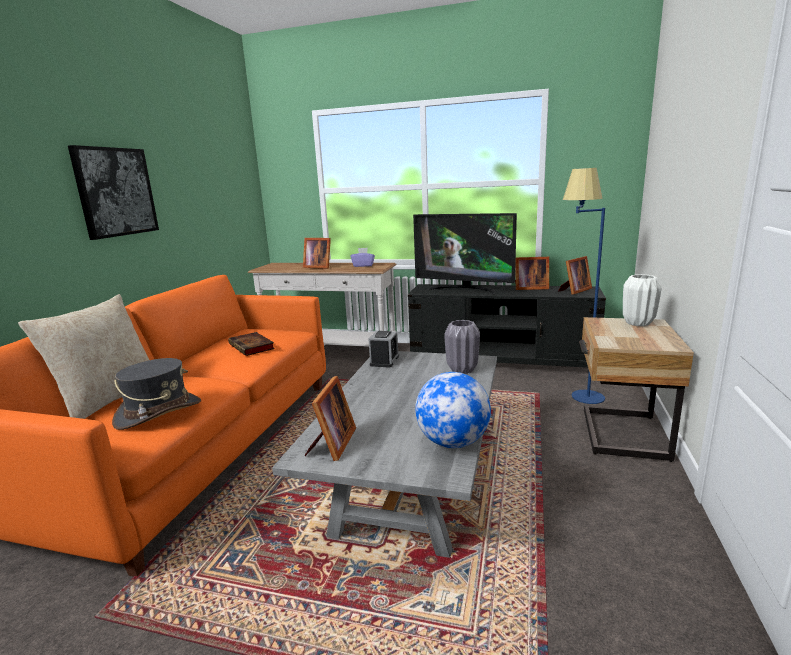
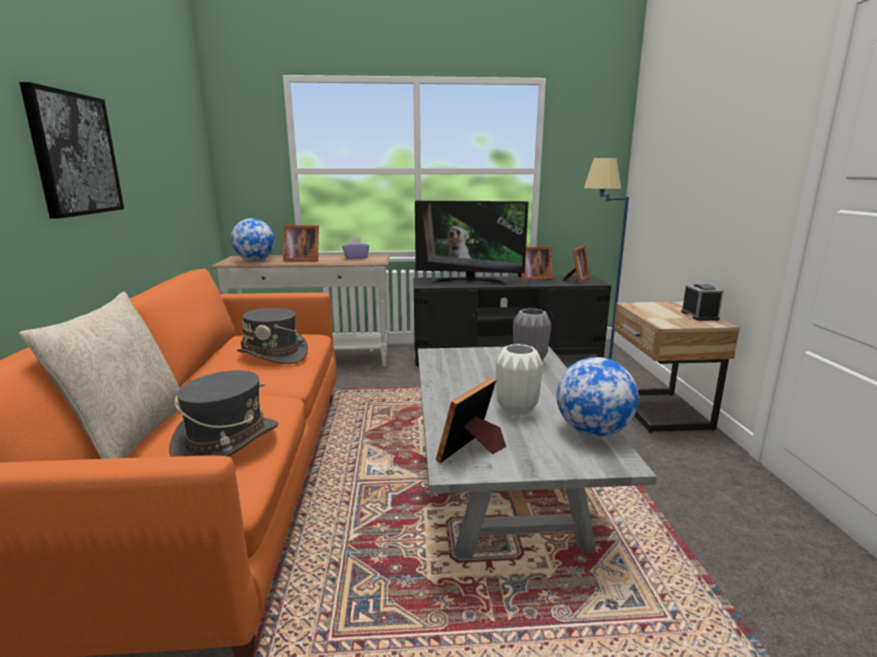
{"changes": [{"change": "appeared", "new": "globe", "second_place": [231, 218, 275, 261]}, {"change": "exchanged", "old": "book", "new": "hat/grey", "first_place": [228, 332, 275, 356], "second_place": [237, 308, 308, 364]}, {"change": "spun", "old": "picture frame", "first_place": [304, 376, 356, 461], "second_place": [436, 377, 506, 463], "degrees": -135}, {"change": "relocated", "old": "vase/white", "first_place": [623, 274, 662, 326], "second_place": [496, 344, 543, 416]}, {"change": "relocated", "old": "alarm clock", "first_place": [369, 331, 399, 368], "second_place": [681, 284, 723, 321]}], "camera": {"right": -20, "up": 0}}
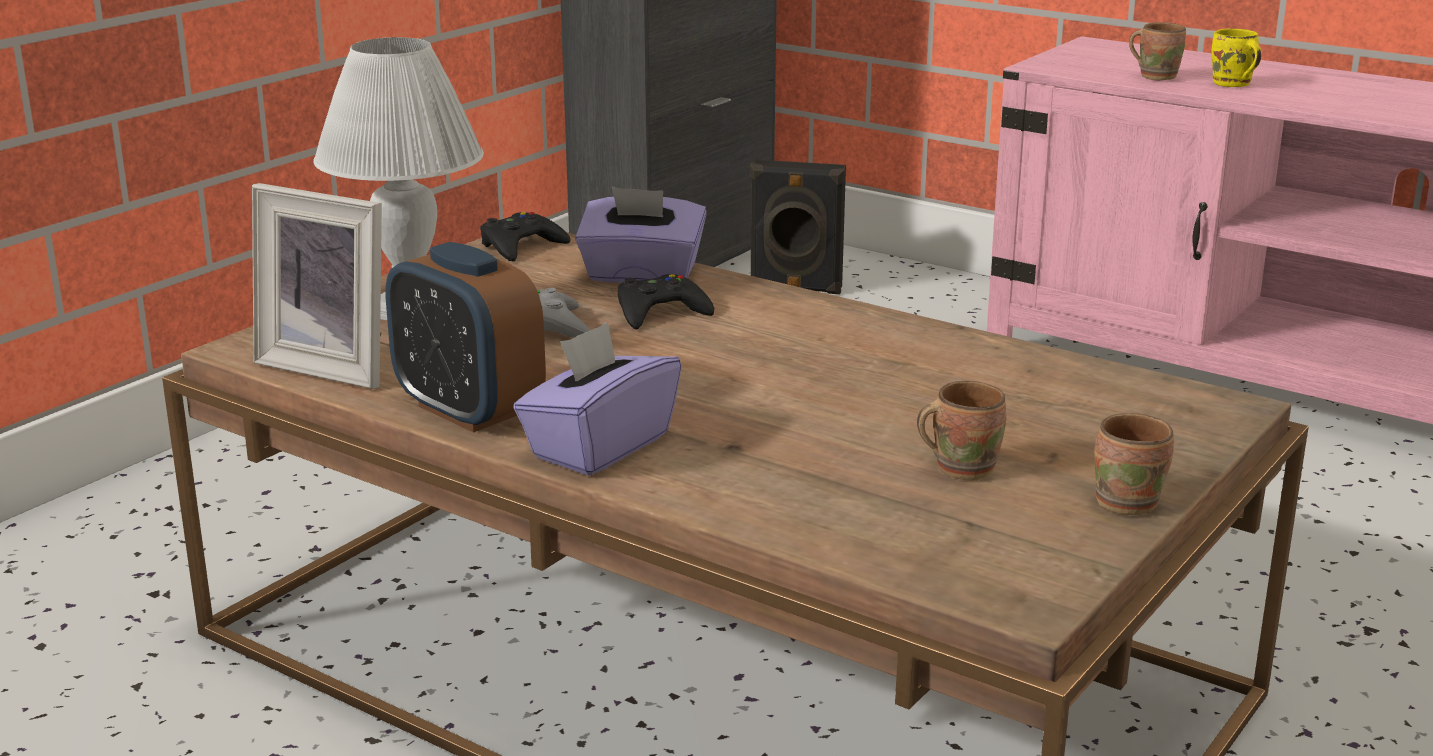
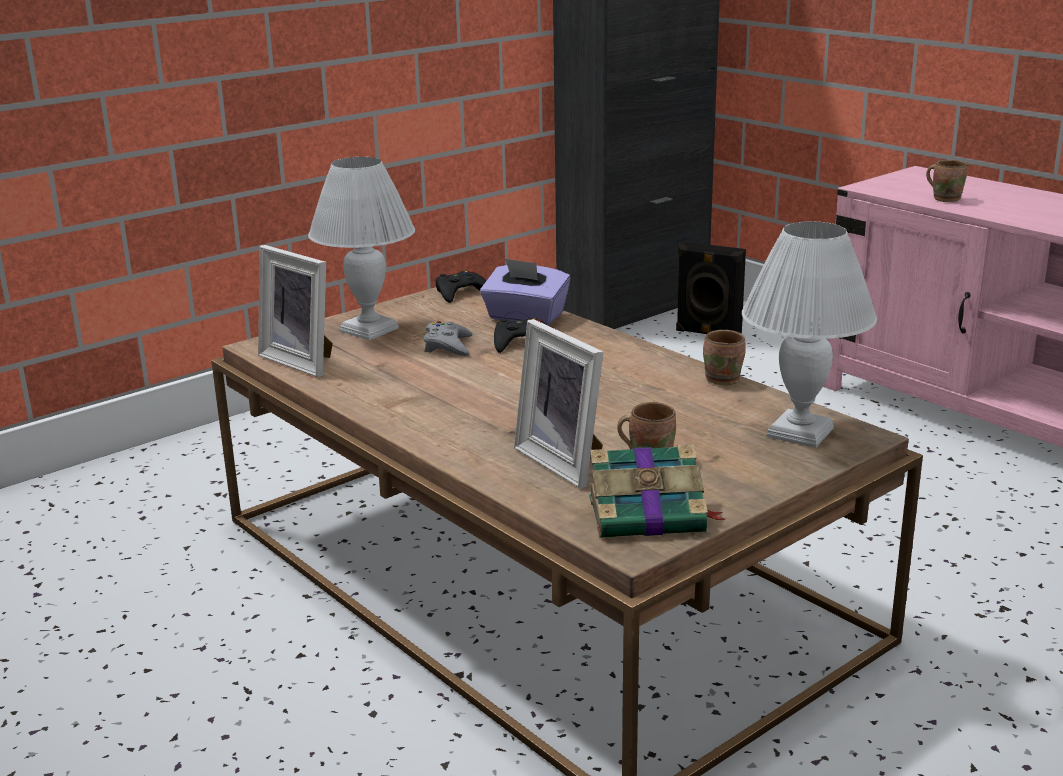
{"changes": [{"change": "appeared", "new": "picture frame", "second_place": [514, 319, 604, 488]}, {"change": "appeared", "new": "book", "second_place": [589, 444, 725, 538]}, {"change": "relocated", "old": "mug/brown", "first_place": [1094, 413, 1174, 515], "second_place": [703, 330, 746, 385]}, {"change": "appeared", "new": "table lamp/white", "second_place": [742, 221, 877, 448]}, {"change": "missing", "old": "alarm clock", "first_place": [385, 242, 546, 433]}, {"change": "missing", "old": "tissue box/purple", "first_place": [513, 322, 682, 476]}, {"change": "missing", "old": "mug/yellow", "first_place": [1212, 29, 1262, 87]}], "camera": {"right": 15, "up": 0}}
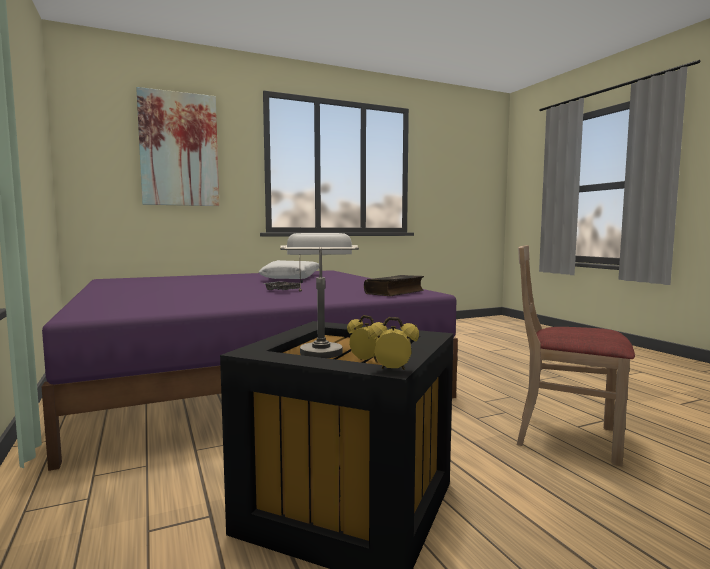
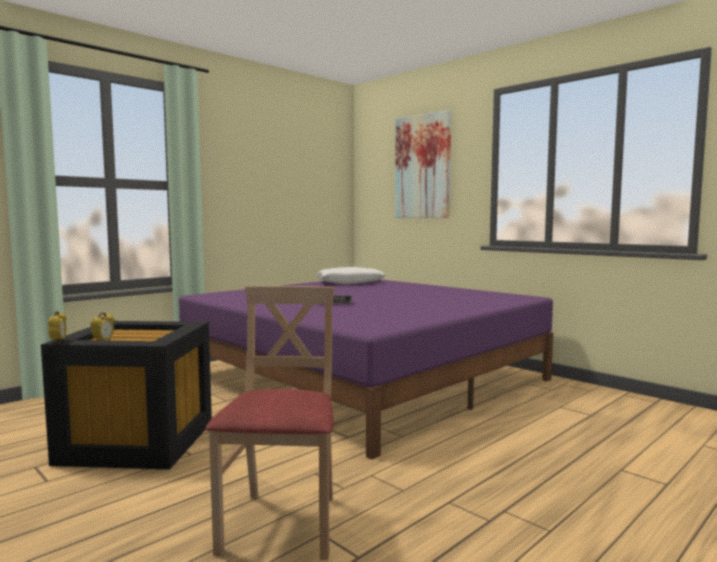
{"changes": [{"change": "relocated", "old": "pillow/white", "first_place": [259, 260, 319, 279], "second_place": [317, 267, 385, 284]}, {"change": "missing", "old": "table lamp/grey", "first_place": [281, 233, 359, 358]}, {"change": "missing", "old": "book", "first_place": [364, 275, 424, 296]}], "camera": {"right": 70, "up": 0}}
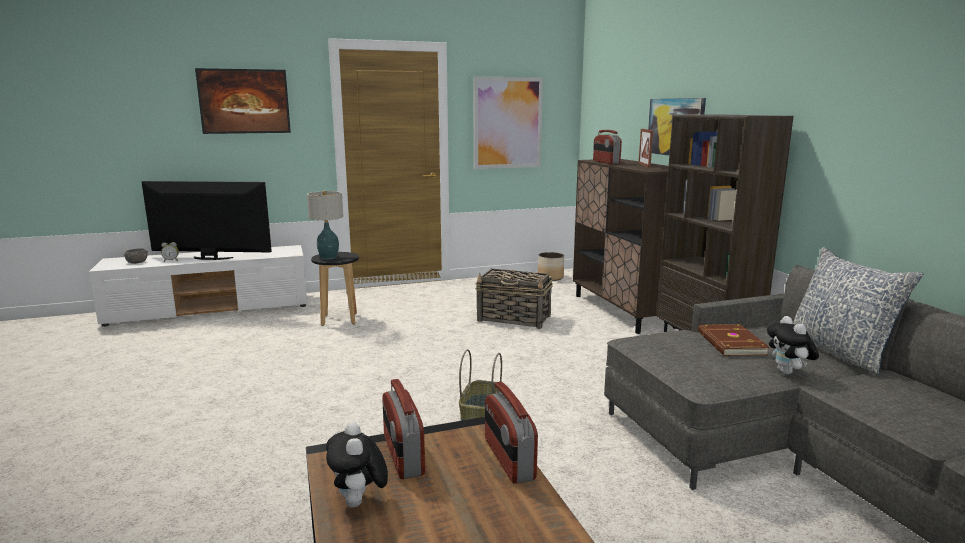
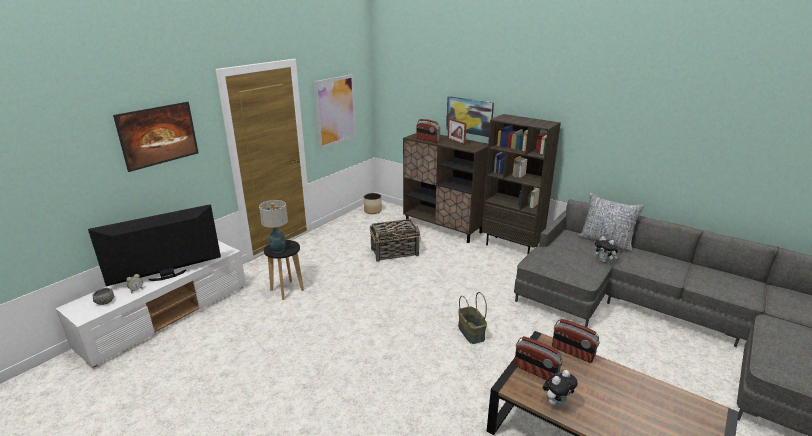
{"changes": [{"change": "spun", "old": "plush toy", "first_place": [326, 422, 388, 508], "second_place": [543, 370, 578, 407], "degrees": -75}, {"change": "missing", "old": "book/brown", "first_place": [698, 324, 770, 356]}], "camera": {"right": -35, "up": 10}}
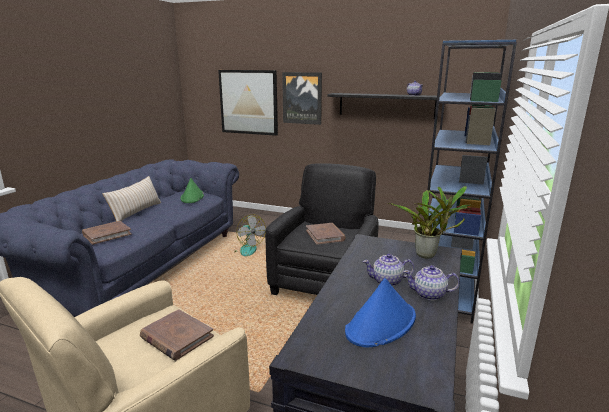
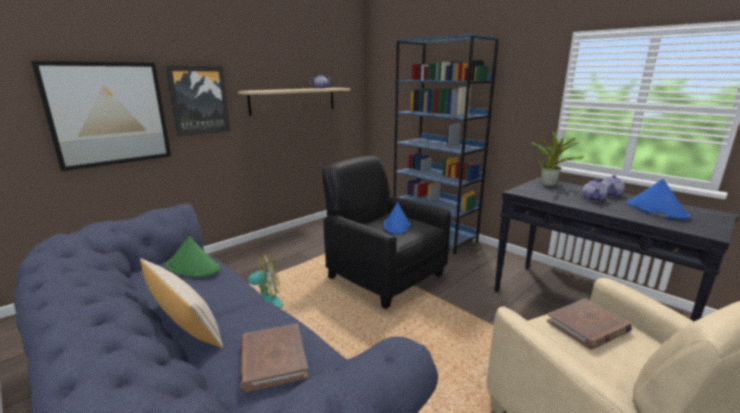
{"changes": [{"change": "colour", "old": "shelf/black", "new": "shelf/beige", "first_place": [327, 93, 437, 119], "second_place": [238, 88, 350, 116]}, {"change": "exchanged", "old": "book/brown", "new": "hat/blue", "first_place": [306, 223, 346, 245], "second_place": [383, 202, 410, 234]}], "camera": {"right": -65, "up": 0}}
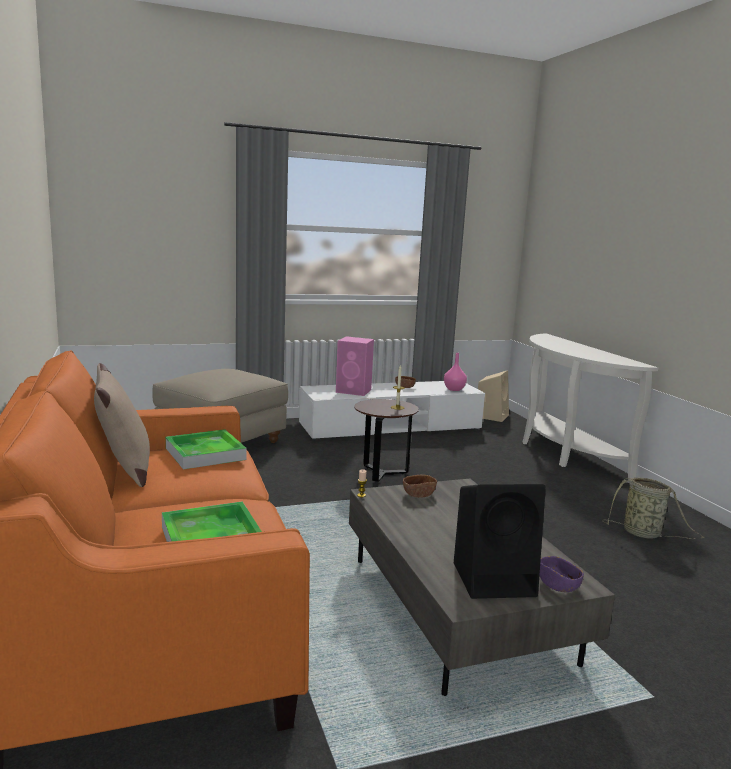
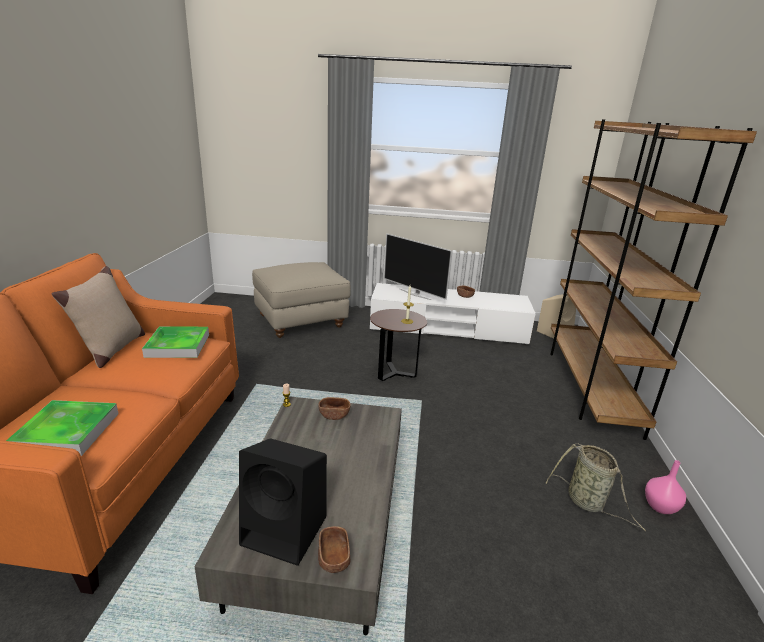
{"changes": [{"change": "colour", "old": "bowl/purple", "new": "bowl/brown", "first_place": [539, 556, 584, 592], "second_place": [318, 526, 350, 573]}, {"change": "exchanged", "old": "speaker/pink", "new": "television", "first_place": [336, 336, 374, 396], "second_place": [384, 233, 452, 300]}, {"change": "exchanged", "old": "console table/white", "new": "bookcase/brown", "first_place": [523, 333, 658, 480], "second_place": [550, 119, 757, 440]}, {"change": "relocated", "old": "vase/pink", "first_place": [444, 353, 467, 391], "second_place": [645, 460, 686, 514]}], "camera": {"right": 25, "up": 10}}
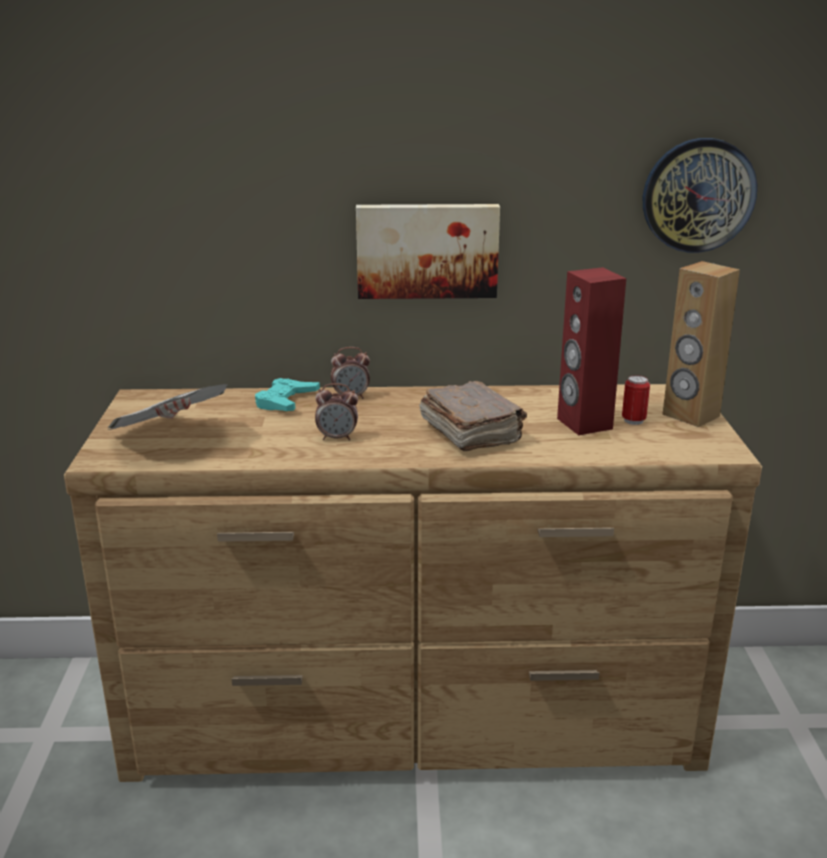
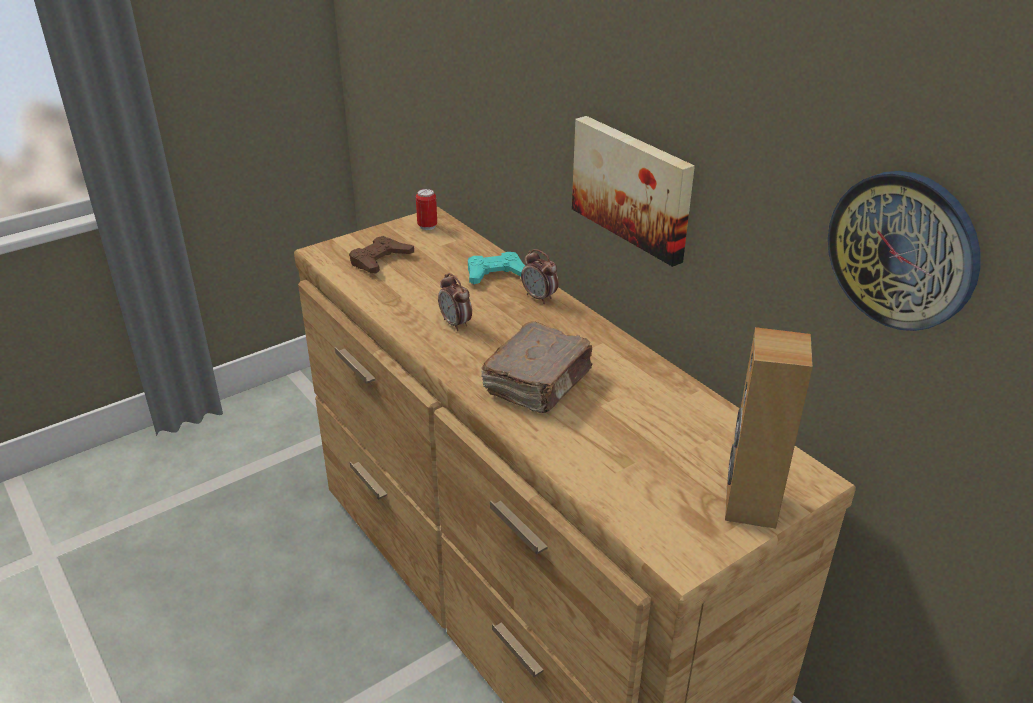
{"changes": [{"change": "exchanged", "old": "newspaper", "new": "game controller/brown", "first_place": [108, 384, 227, 430], "second_place": [349, 236, 414, 273]}, {"change": "relocated", "old": "can", "first_place": [622, 375, 650, 425], "second_place": [416, 189, 437, 230]}, {"change": "missing", "old": "speaker/red", "first_place": [557, 267, 626, 435]}], "camera": {"right": 55, "up": 10}}
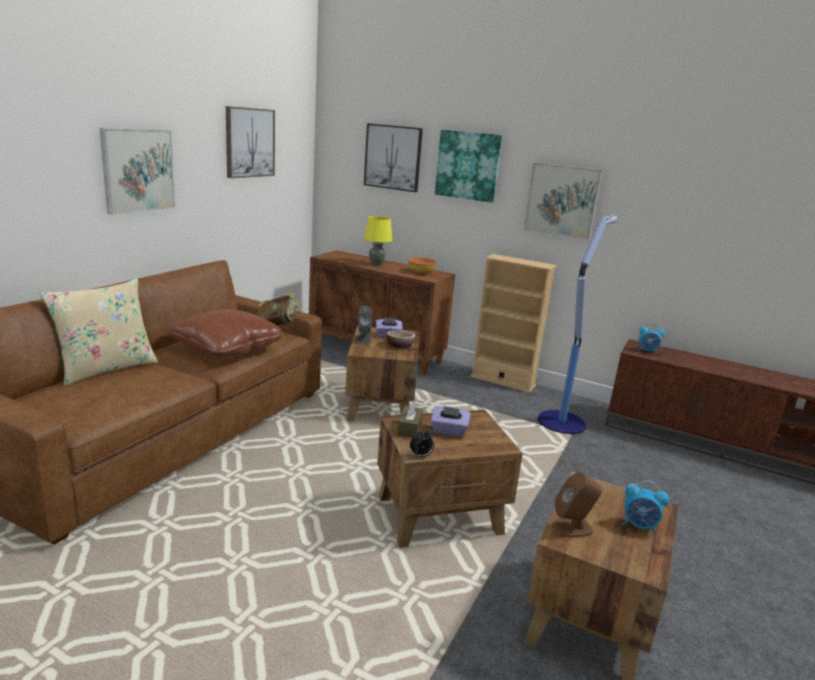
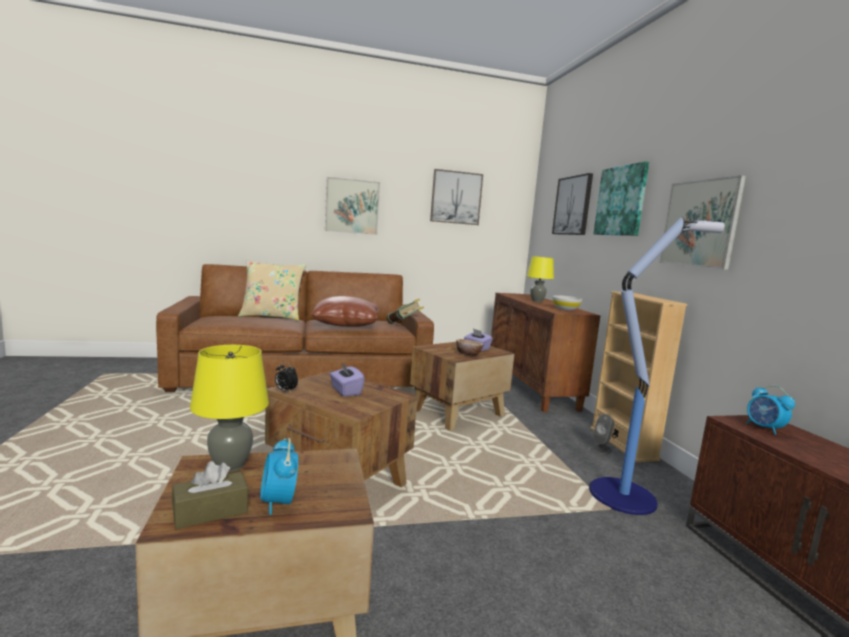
{"changes": [{"change": "relocated", "old": "tissue box/brown", "first_place": [397, 401, 423, 438], "second_place": [172, 461, 248, 529]}, {"change": "exchanged", "old": "speaker/brown", "new": "table lamp/yellow", "first_place": [551, 472, 602, 538], "second_place": [190, 345, 269, 473]}, {"change": "colour", "old": "bowl/orange", "new": "bowl/white", "first_place": [408, 257, 437, 274], "second_place": [552, 295, 582, 311]}, {"change": "relocated", "old": "speaker/grey", "first_place": [355, 306, 372, 344], "second_place": [591, 414, 614, 455]}], "camera": {"right": 50, "up": -10}}
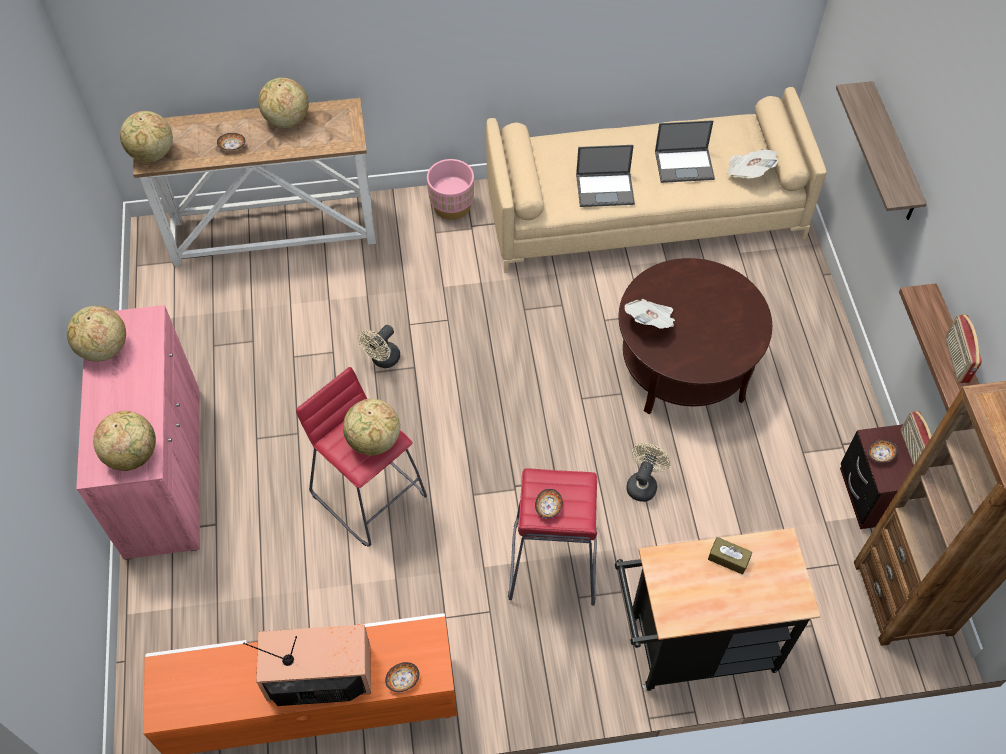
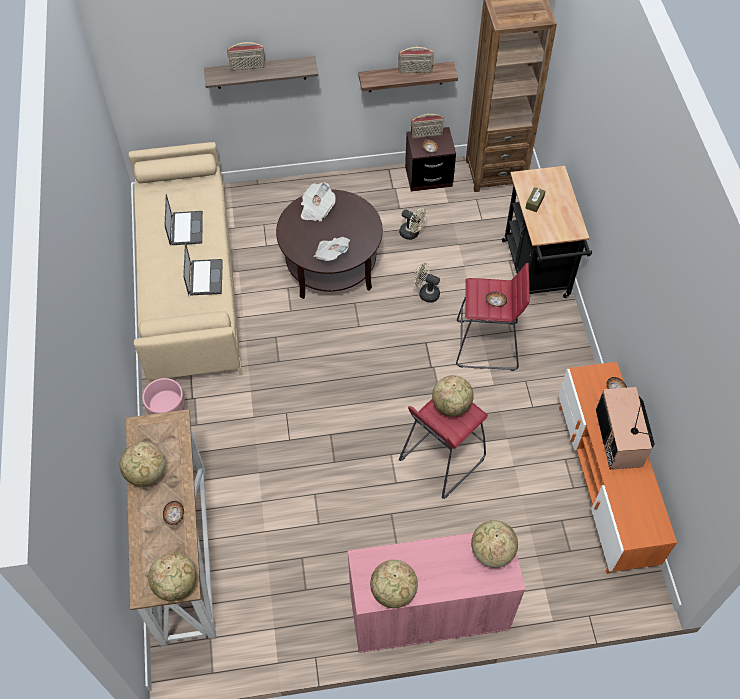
{"changes": [{"change": "appeared", "new": "radio", "second_place": [227, 42, 265, 71]}, {"change": "relocated", "old": "newspaper", "first_place": [726, 149, 778, 178], "second_place": [301, 182, 336, 222]}, {"change": "relocated", "old": "fan/beige", "first_place": [358, 325, 400, 368], "second_place": [399, 208, 427, 240]}], "camera": {"right": -90, "up": 0}}
